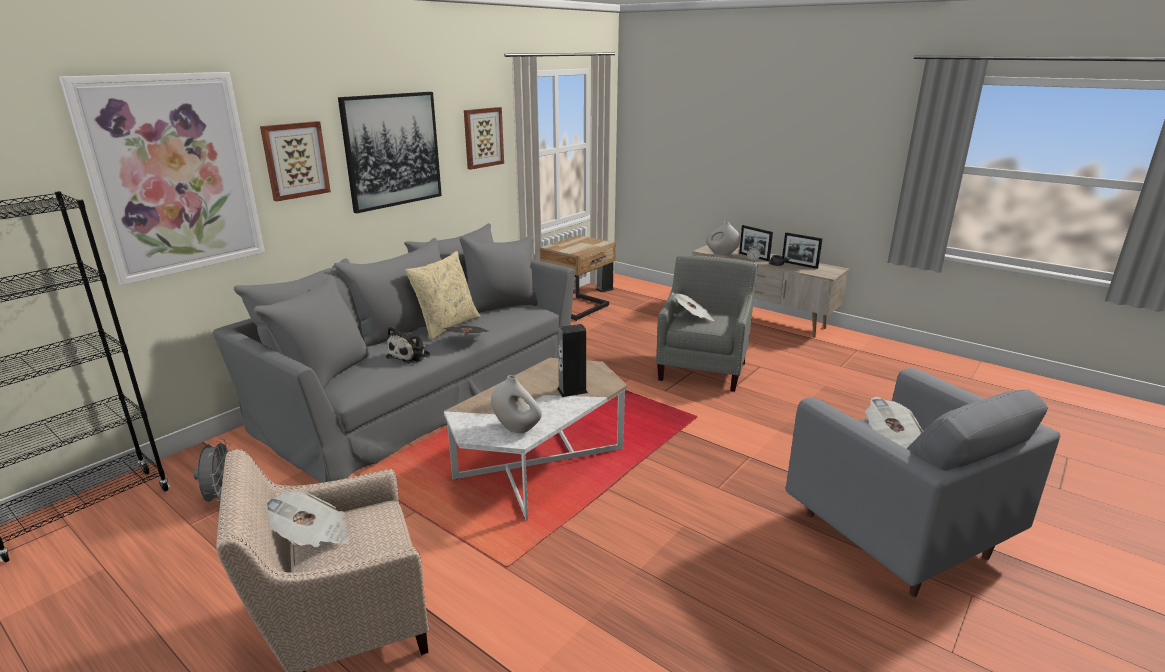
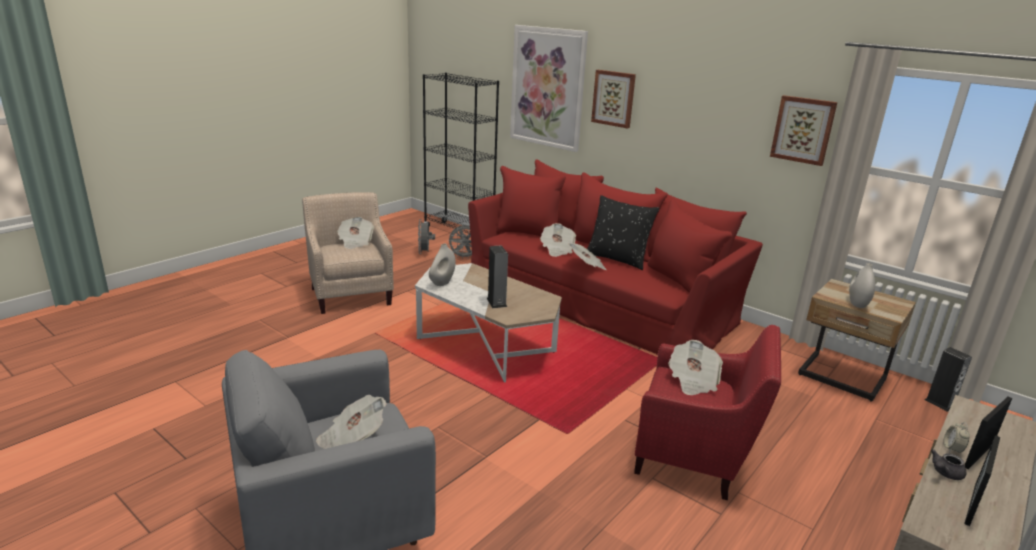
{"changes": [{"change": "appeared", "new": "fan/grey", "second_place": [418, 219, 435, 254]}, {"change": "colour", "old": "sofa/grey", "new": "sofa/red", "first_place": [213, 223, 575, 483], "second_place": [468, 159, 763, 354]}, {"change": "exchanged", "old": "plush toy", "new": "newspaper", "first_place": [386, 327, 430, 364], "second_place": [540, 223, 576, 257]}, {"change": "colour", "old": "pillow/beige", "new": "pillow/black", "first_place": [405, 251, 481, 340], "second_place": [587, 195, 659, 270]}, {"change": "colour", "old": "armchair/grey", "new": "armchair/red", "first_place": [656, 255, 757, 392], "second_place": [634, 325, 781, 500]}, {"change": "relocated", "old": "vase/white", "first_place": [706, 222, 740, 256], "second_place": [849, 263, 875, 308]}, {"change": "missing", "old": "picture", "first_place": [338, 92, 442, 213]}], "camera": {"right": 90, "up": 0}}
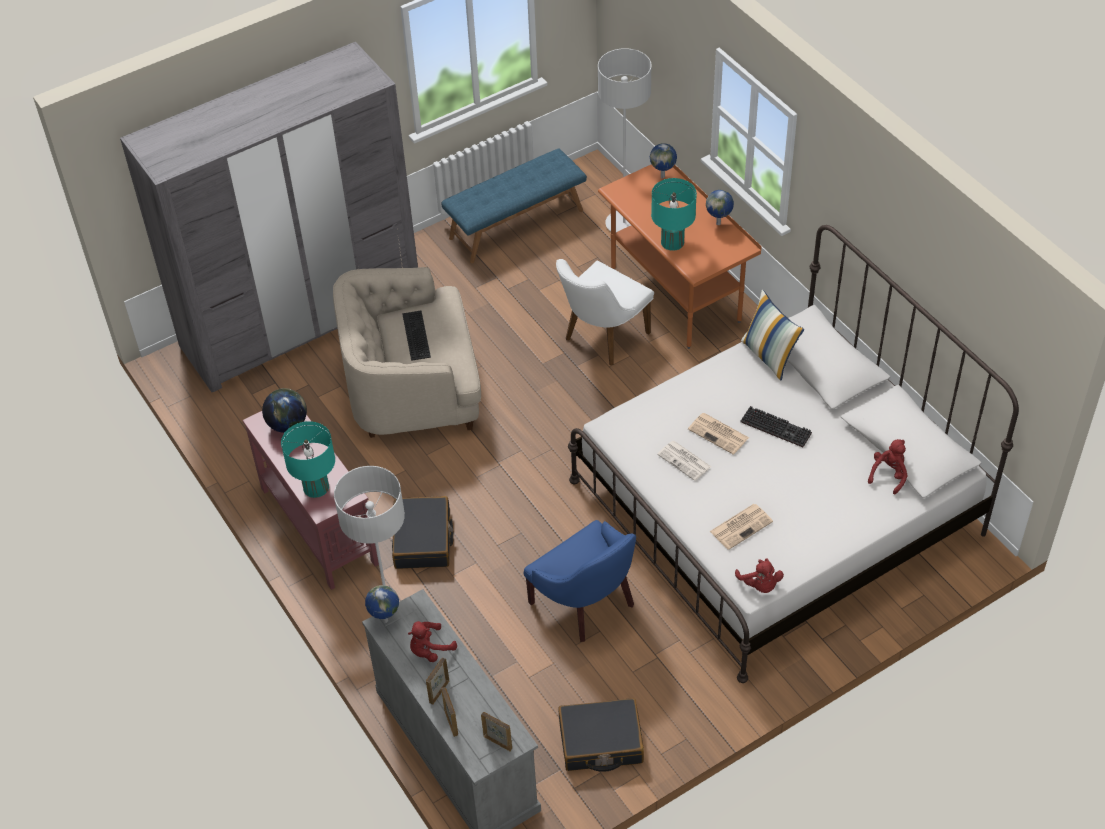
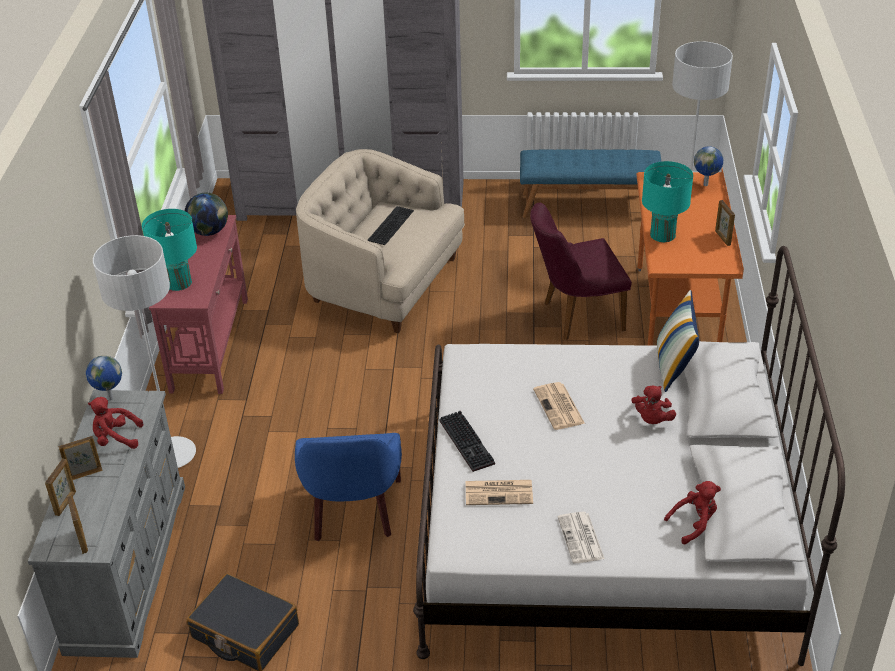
{"changes": [{"change": "relocated", "old": "keyboard", "first_place": [740, 406, 812, 447], "second_place": [439, 411, 495, 472]}, {"change": "colour", "old": "chair/white", "new": "chair/purple", "first_place": [556, 259, 654, 365], "second_place": [530, 203, 632, 340]}, {"change": "relocated", "old": "newspaper", "first_place": [657, 441, 712, 481], "second_place": [558, 512, 605, 563]}, {"change": "relocated", "old": "plush toy/red", "first_place": [735, 559, 784, 593], "second_place": [631, 385, 676, 424]}, {"change": "exchanged", "old": "globe", "new": "picture frame", "first_place": [706, 190, 734, 225], "second_place": [715, 200, 735, 246]}, {"change": "missing", "old": "suitcase/black", "first_place": [392, 496, 454, 569]}], "camera": {"right": 35, "up": -10}}
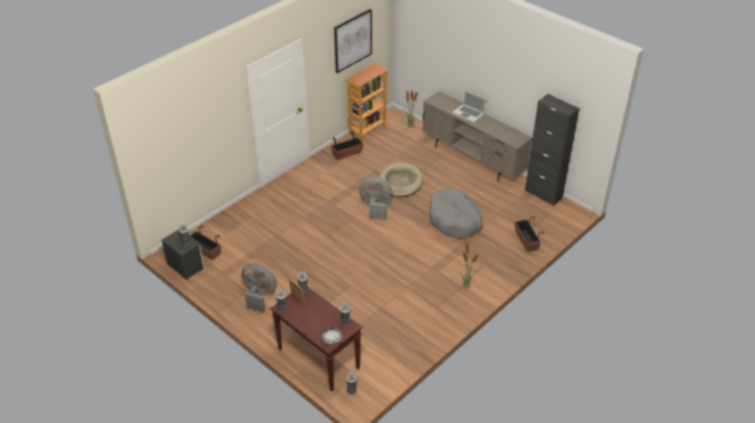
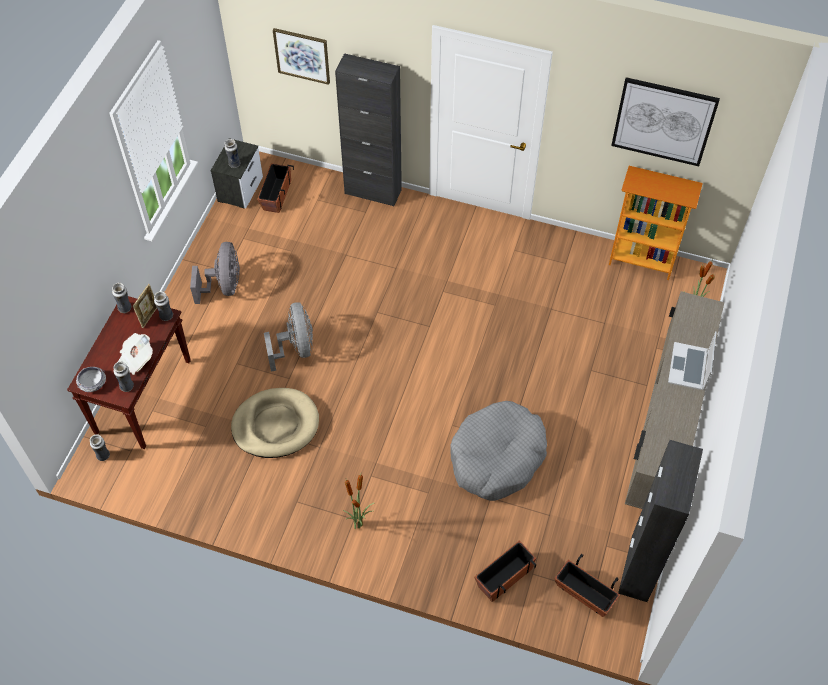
{"changes": [{"change": "appeared", "new": "newspaper", "second_place": [118, 333, 153, 375]}, {"change": "relocated", "old": "dog bed/beige", "first_place": [379, 163, 423, 197], "second_place": [231, 388, 319, 458]}, {"change": "relocated", "old": "fan/grey", "first_place": [359, 177, 392, 220], "second_place": [264, 302, 313, 372]}, {"change": "appeared", "new": "picture", "second_place": [273, 28, 330, 85]}, {"change": "appeared", "new": "cabinet/black", "second_place": [335, 53, 402, 207]}, {"change": "relocated", "old": "planter", "first_place": [331, 131, 364, 160], "second_place": [554, 554, 620, 617]}], "camera": {"right": 65, "up": 15}}
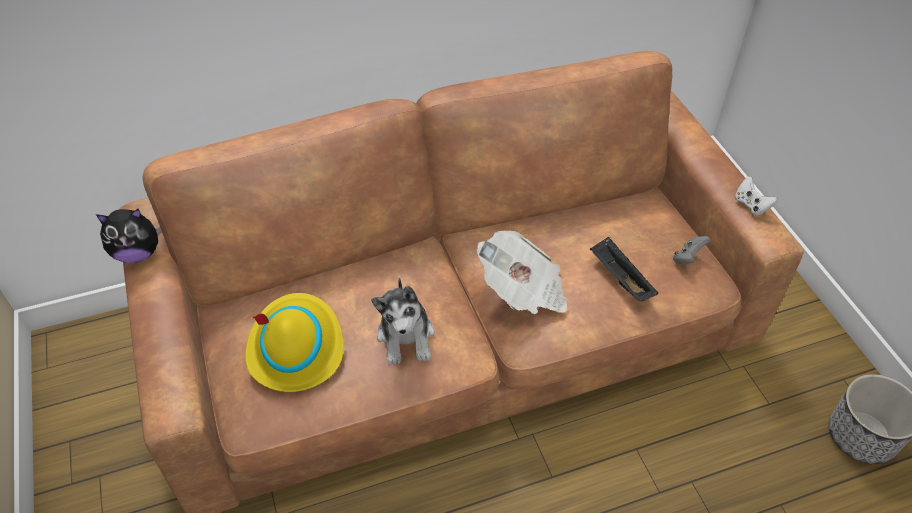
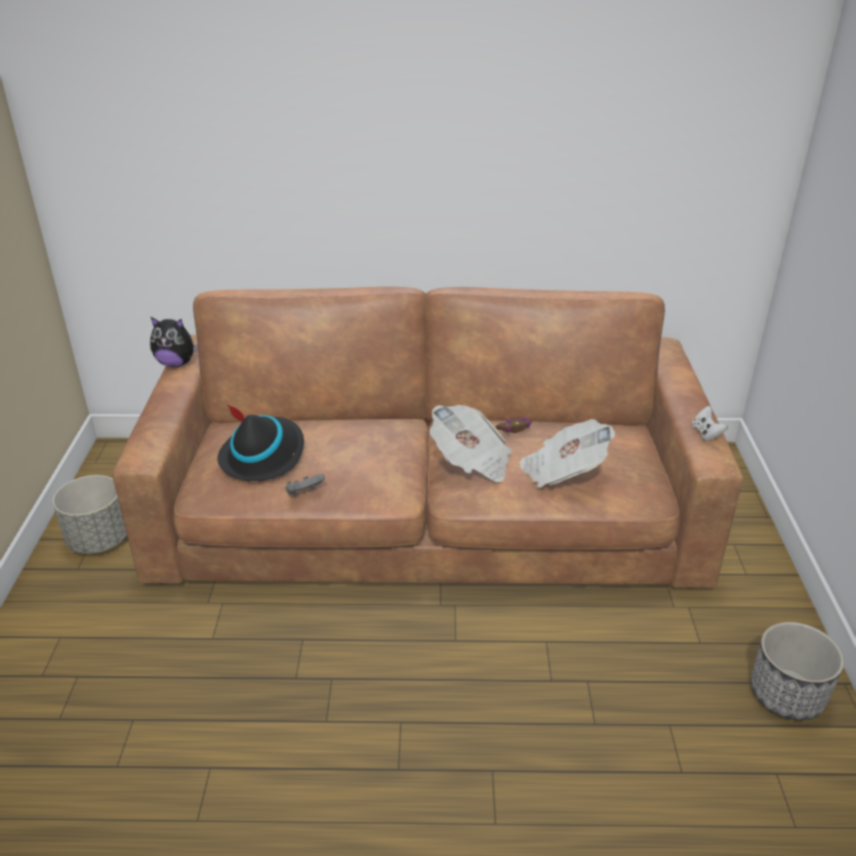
{"changes": [{"change": "appeared", "new": "planter/grey", "second_place": [53, 475, 127, 554]}, {"change": "colour", "old": "hat/yellow", "new": "hat/black", "first_place": [245, 293, 344, 392], "second_place": [217, 404, 304, 481]}, {"change": "relocated", "old": "game controller/grey", "first_place": [673, 236, 710, 265], "second_place": [286, 474, 325, 496]}, {"change": "appeared", "new": "game controller/brown", "second_place": [495, 418, 532, 433]}, {"change": "exchanged", "old": "tray/black", "new": "newspaper", "first_place": [590, 237, 658, 301], "second_place": [519, 419, 616, 488]}, {"change": "missing", "old": "plush toy", "first_place": [371, 277, 435, 365]}], "camera": {"right": 20, "up": -15}}
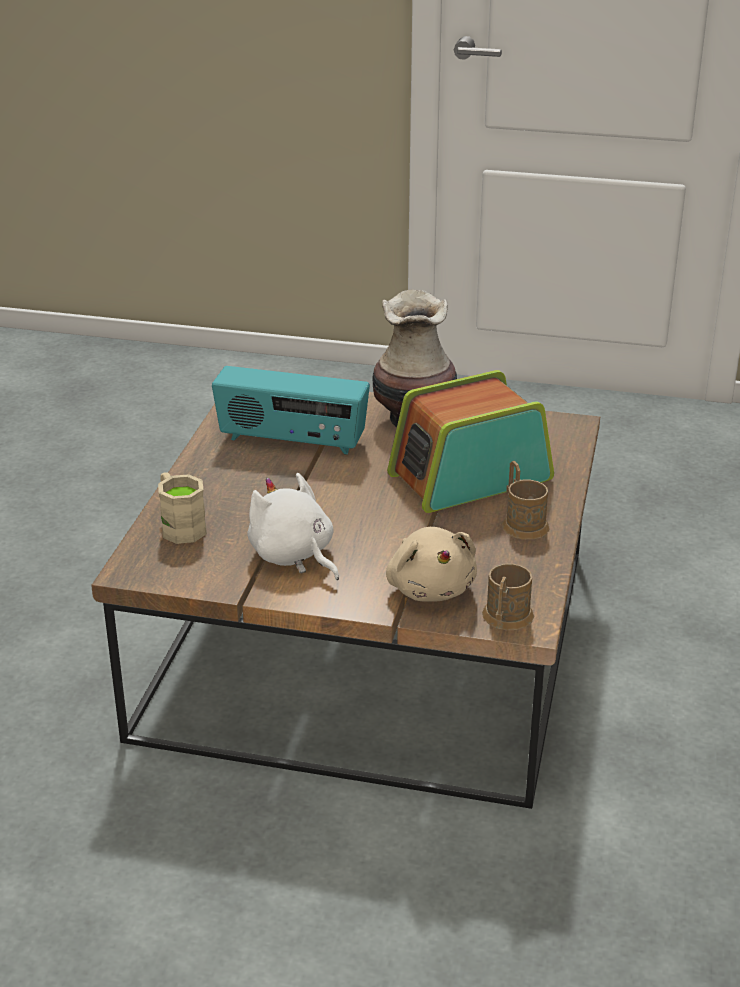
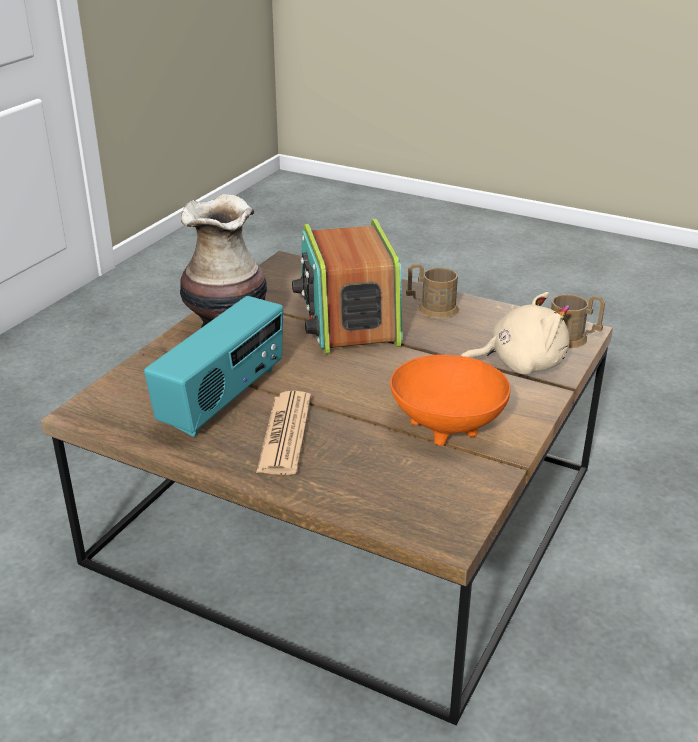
{"changes": [{"change": "appeared", "new": "newspaper", "second_place": [256, 391, 311, 475]}, {"change": "exchanged", "old": "plush toy/white", "new": "bowl/orange", "first_place": [247, 473, 339, 580], "second_place": [390, 355, 511, 446]}, {"change": "missing", "old": "mug/beige", "first_place": [158, 472, 207, 544]}], "camera": {"right": -75, "up": 0}}
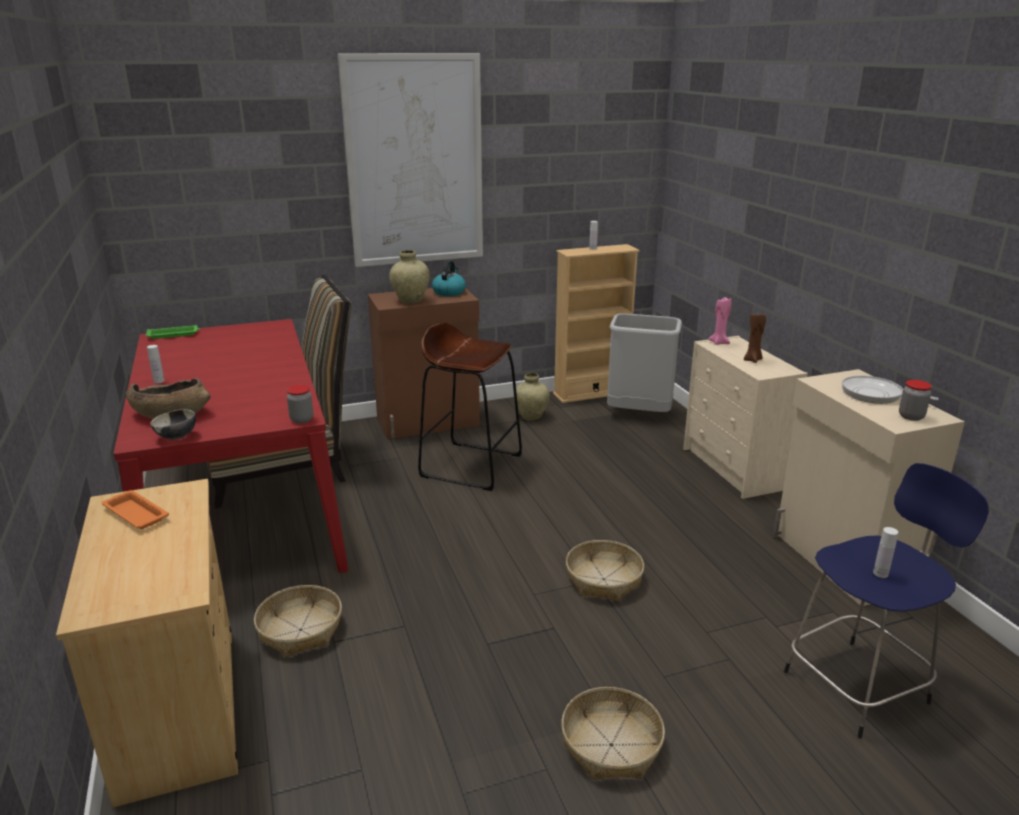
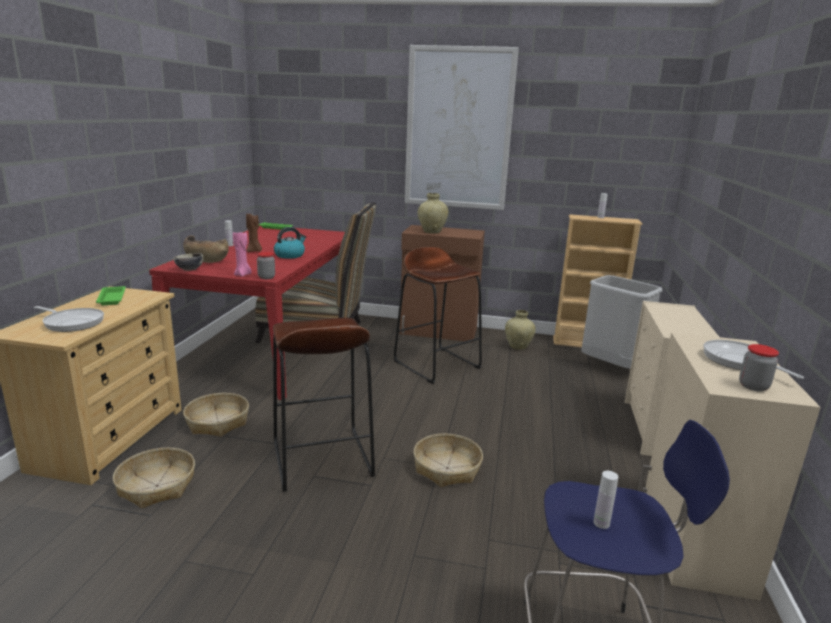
{"changes": [{"change": "appeared", "new": "frying pan", "second_place": [34, 306, 104, 332]}, {"change": "colour", "old": "tray/orange", "new": "tray/green", "first_place": [102, 490, 169, 529], "second_place": [96, 286, 126, 305]}, {"change": "relocated", "old": "basket", "first_place": [561, 687, 665, 780], "second_place": [113, 448, 195, 508]}, {"change": "relocated", "old": "candle/pink", "first_place": [708, 297, 732, 345], "second_place": [233, 231, 252, 277]}, {"change": "relocated", "old": "candle/brown", "first_place": [744, 313, 766, 363], "second_place": [246, 214, 262, 252]}, {"change": "appeared", "new": "stool/brown", "second_place": [273, 318, 375, 492]}, {"change": "relocated", "old": "kettle", "first_place": [432, 260, 466, 296], "second_place": [274, 227, 306, 259]}], "camera": {"right": 30, "up": -5}}
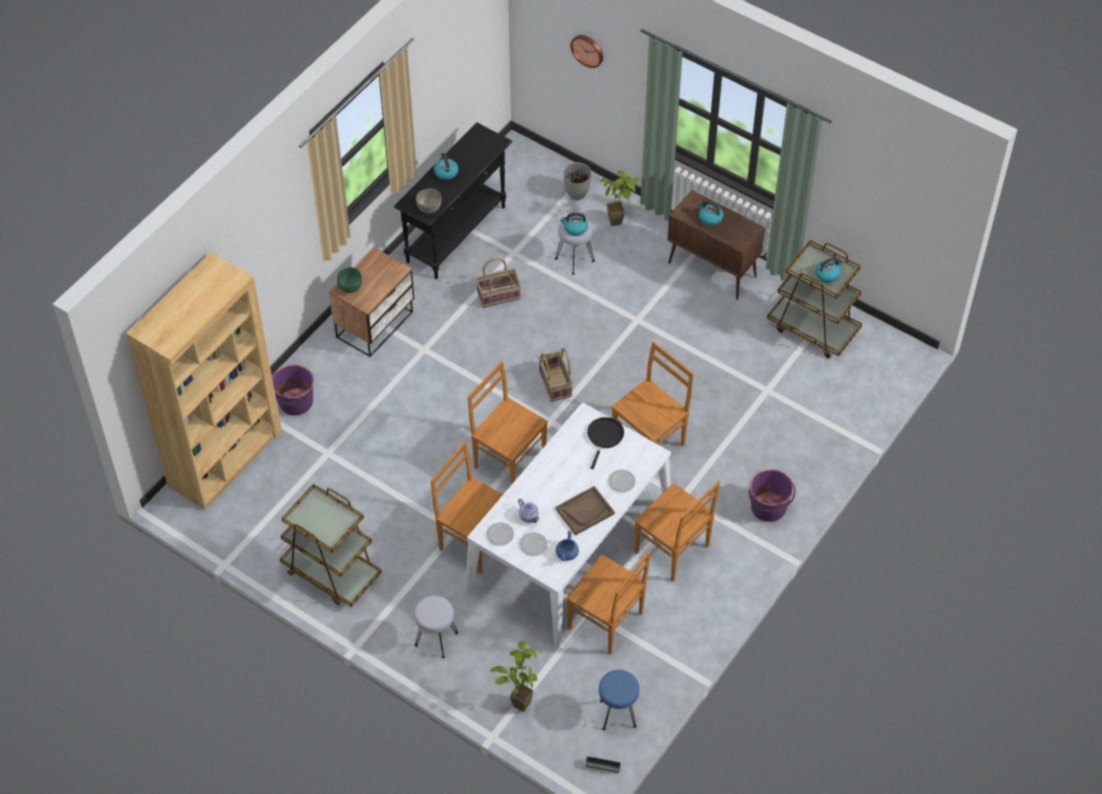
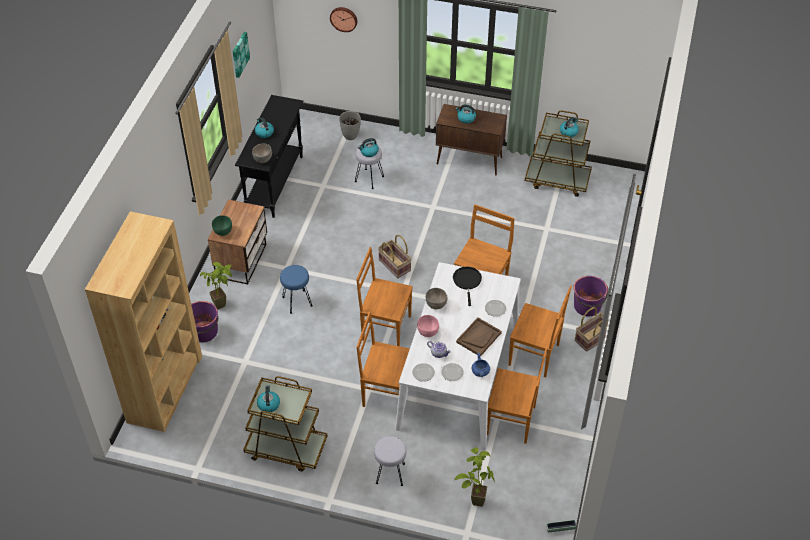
{"changes": [{"change": "relocated", "old": "potted plant", "first_place": [601, 171, 640, 226], "second_place": [200, 262, 232, 309]}, {"change": "appeared", "new": "picture", "second_place": [233, 32, 250, 78]}, {"change": "appeared", "new": "kettle", "second_place": [257, 385, 280, 412]}, {"change": "relocated", "old": "stool/blue", "first_place": [599, 670, 640, 730], "second_place": [280, 265, 313, 314]}, {"change": "appeared", "new": "bowl/pink", "second_place": [417, 315, 439, 337]}, {"change": "appeared", "new": "bowl/grey", "second_place": [426, 288, 447, 309]}, {"change": "relocated", "old": "basket", "first_place": [476, 258, 521, 308], "second_place": [575, 307, 609, 352]}], "camera": {"right": -20, "up": -5}}
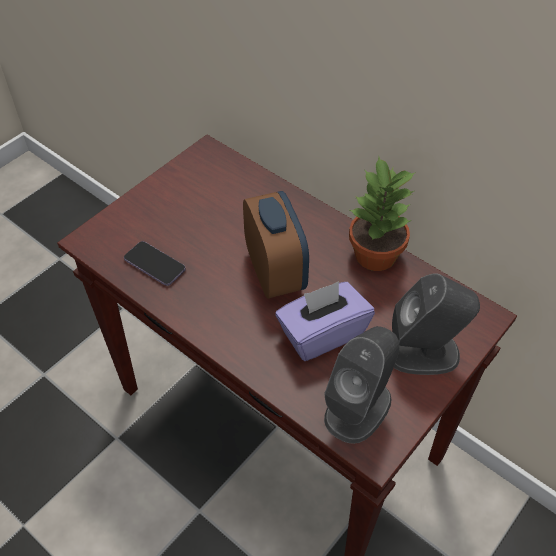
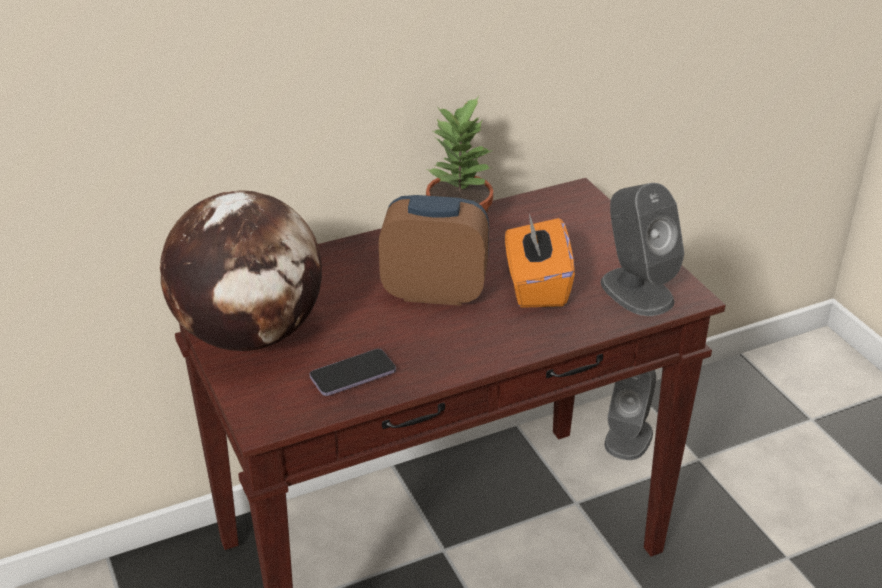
{"changes": [{"change": "appeared", "new": "globe", "second_place": [160, 190, 322, 351]}, {"change": "colour", "old": "tissue box/purple", "new": "tissue box/orange", "first_place": [275, 281, 375, 361], "second_place": [505, 213, 575, 308]}, {"change": "relocated", "old": "speaker/grey", "first_place": [392, 273, 480, 375], "second_place": [605, 370, 656, 460]}], "camera": {"right": -65, "up": -15}}
